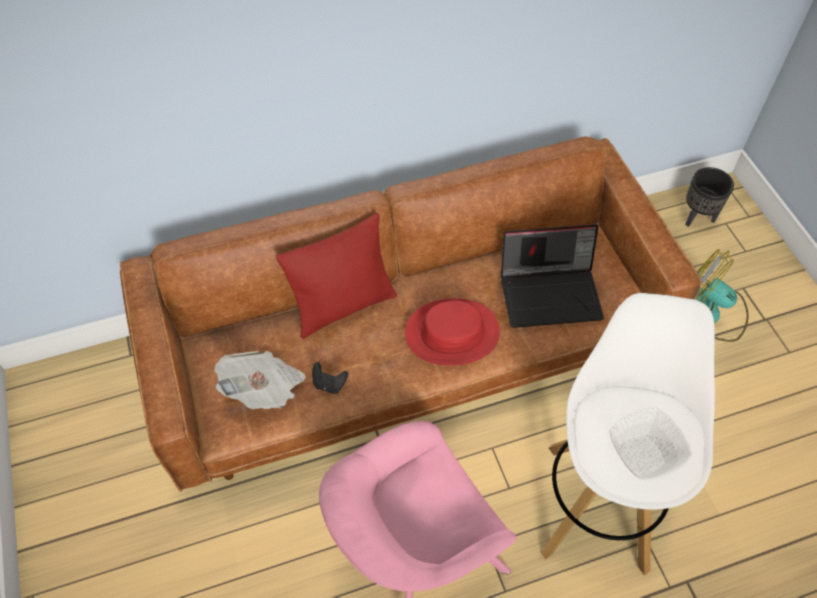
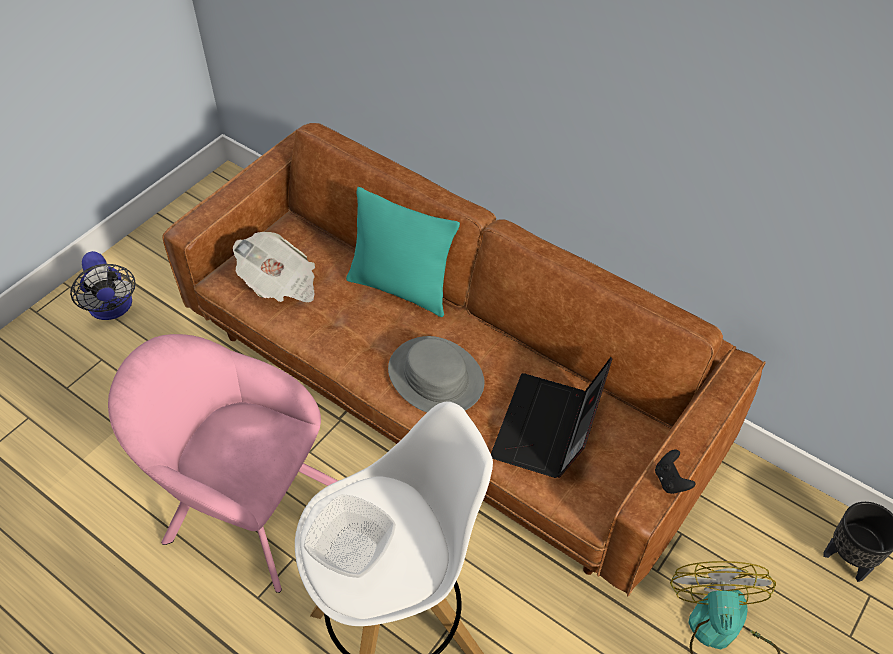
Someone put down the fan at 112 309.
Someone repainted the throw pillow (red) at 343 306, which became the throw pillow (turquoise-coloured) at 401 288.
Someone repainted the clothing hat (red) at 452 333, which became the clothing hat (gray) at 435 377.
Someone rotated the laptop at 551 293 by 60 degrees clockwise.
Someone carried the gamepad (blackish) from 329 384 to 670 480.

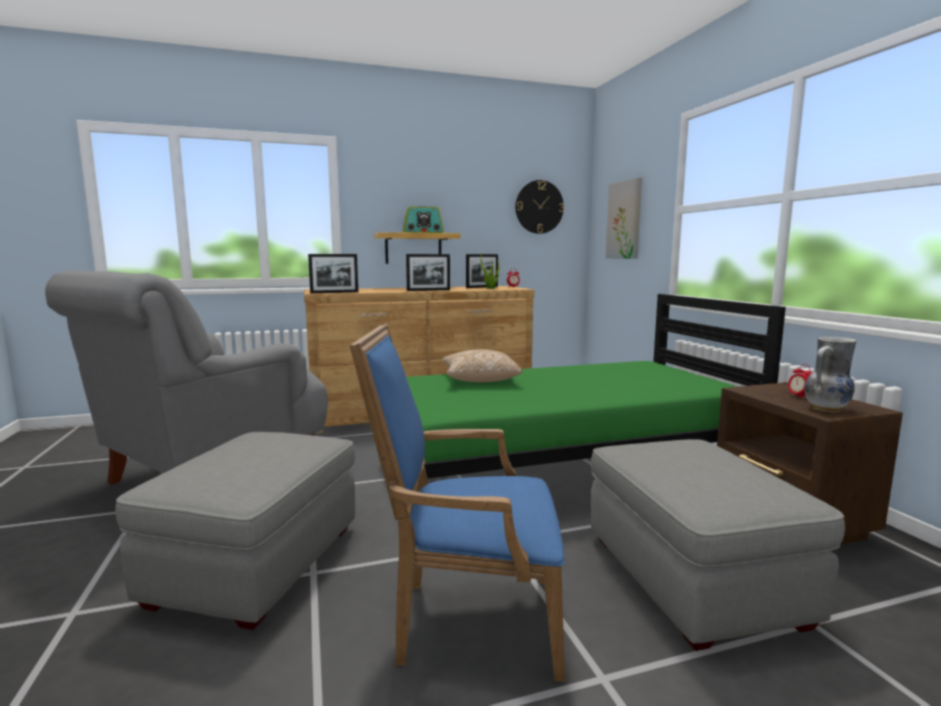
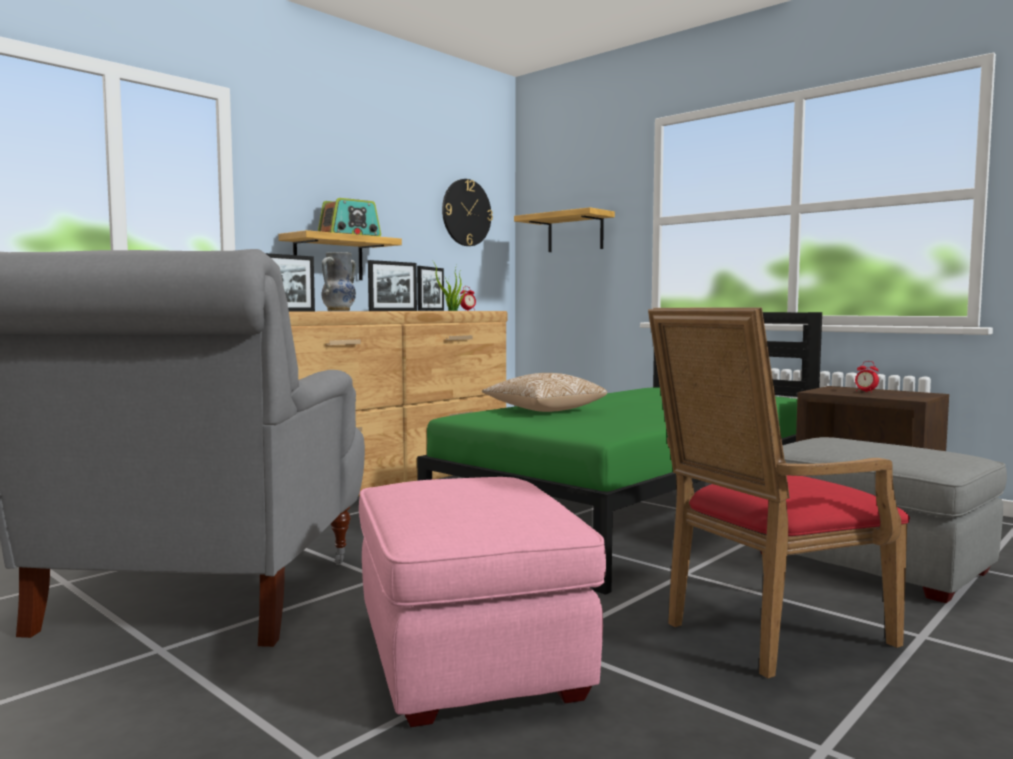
Someone carried the decorative vase from 827 409 to 339 311.
Someone repainted the pouffe (gray) at 259 563, which became the pouffe (pinkish) at 468 652.
Someone swapped the wall picture at 624 220 for the wall shelf at 575 233.
Someone repainted the easy chair (blue-coloured) at 466 621, which became the easy chair (red) at 765 634.

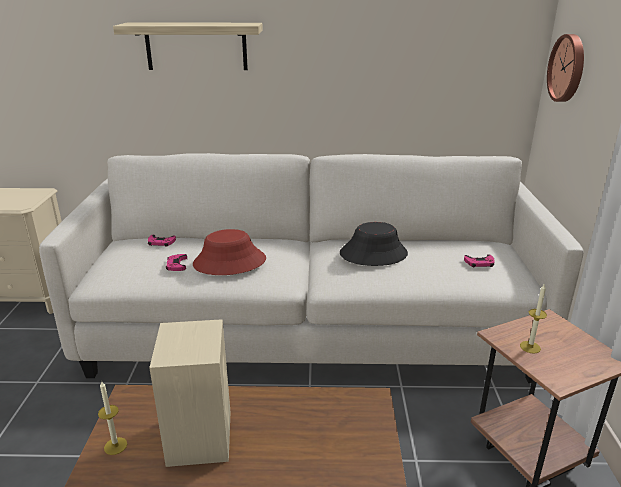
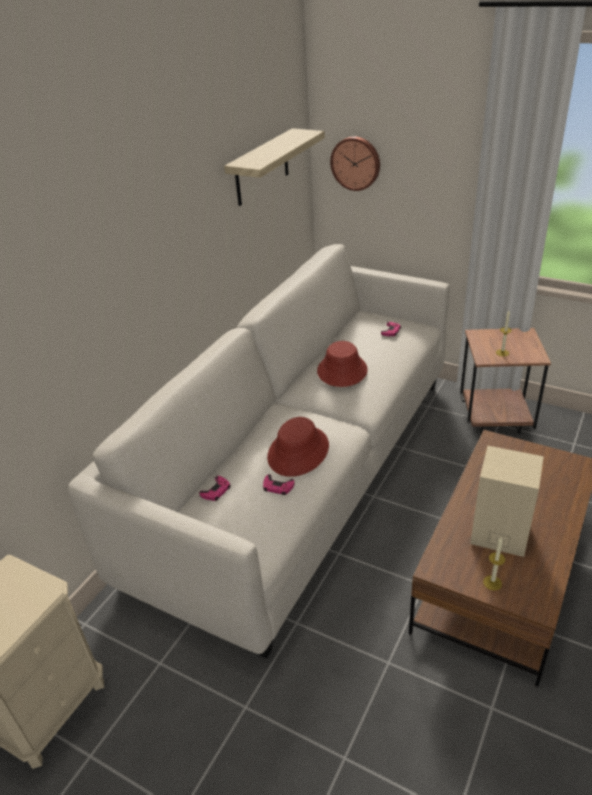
Someone carried the wall shelf from 196 46 to 262 167.
Someone repainted the clothing hat (blackish) at 373 254, which became the clothing hat (red) at 342 371.

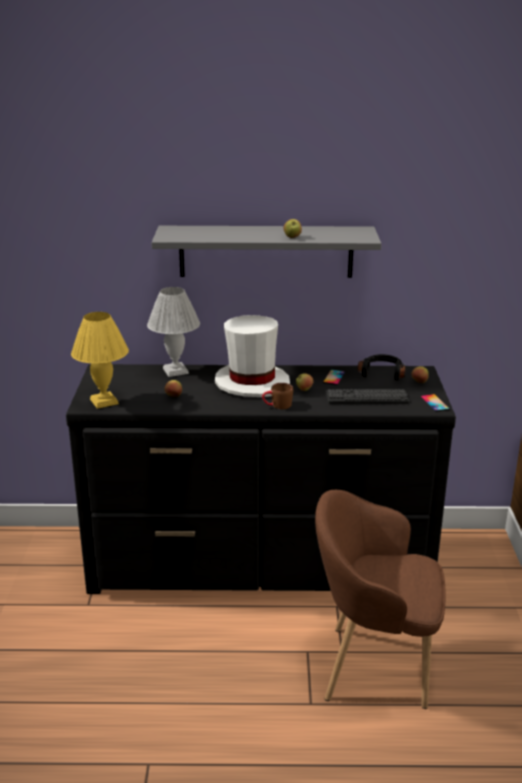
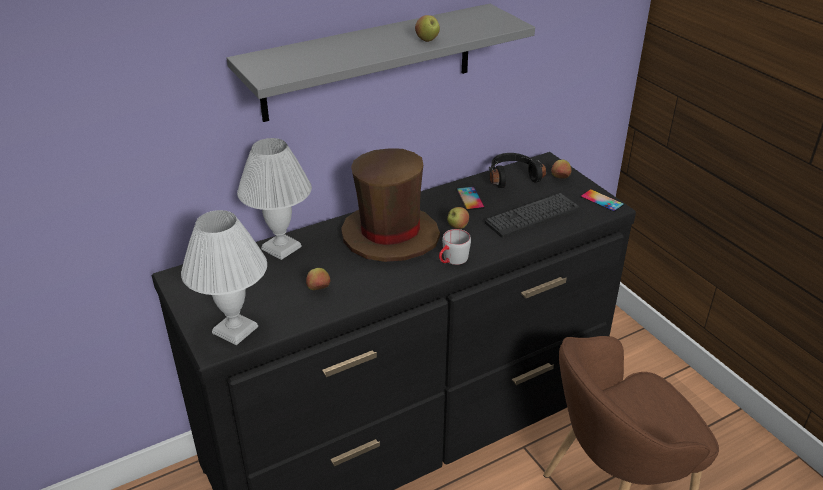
Someone repainted the lamp for a table (yellow-coloured) at 103 402, which became the lamp for a table (whitish) at 235 330.
Someone repainted the clothing hat (whitish) at 252 382, which became the clothing hat (brownish) at 390 235.
Someone repainted the mug (brownish) at 277 406, which became the mug (gray) at 452 260.

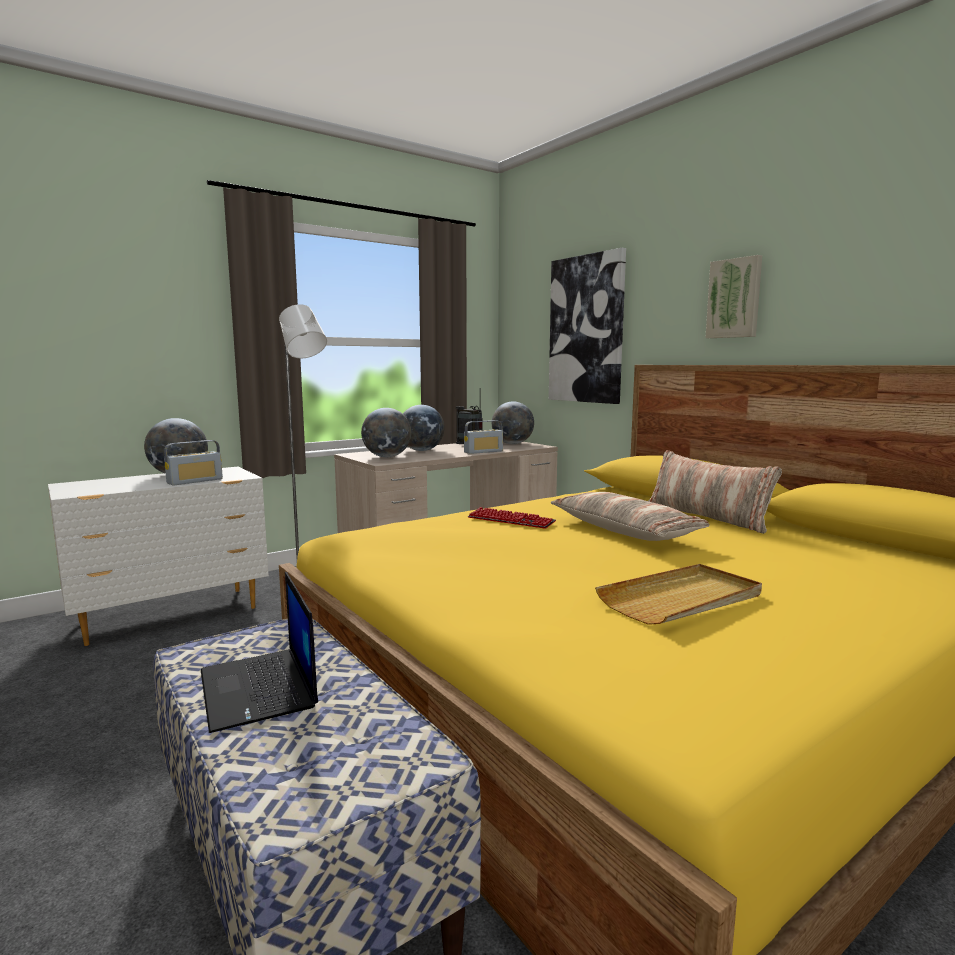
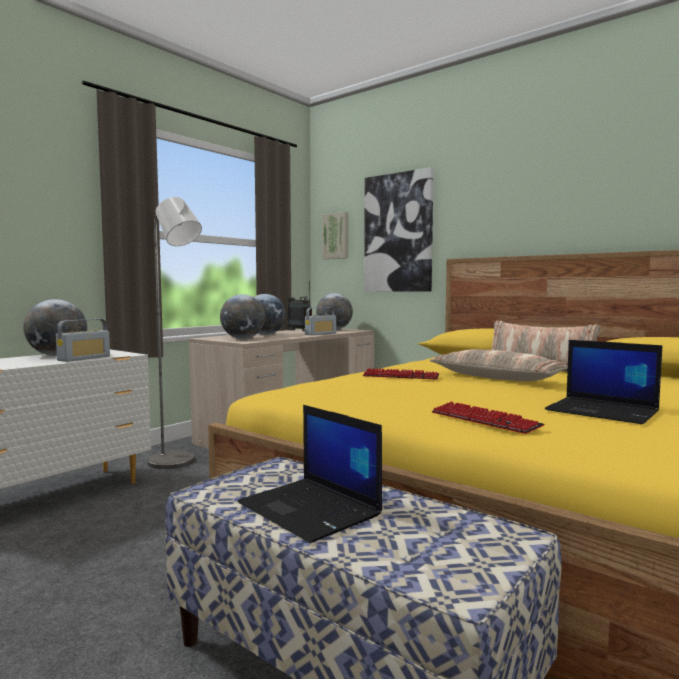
Someone carried the wall picture from 734 298 to 336 236.
Someone put down the keyboard at 484 420.
Someone swapped the serving tray (beige-coloured) at 682 599 for the laptop at 603 411.

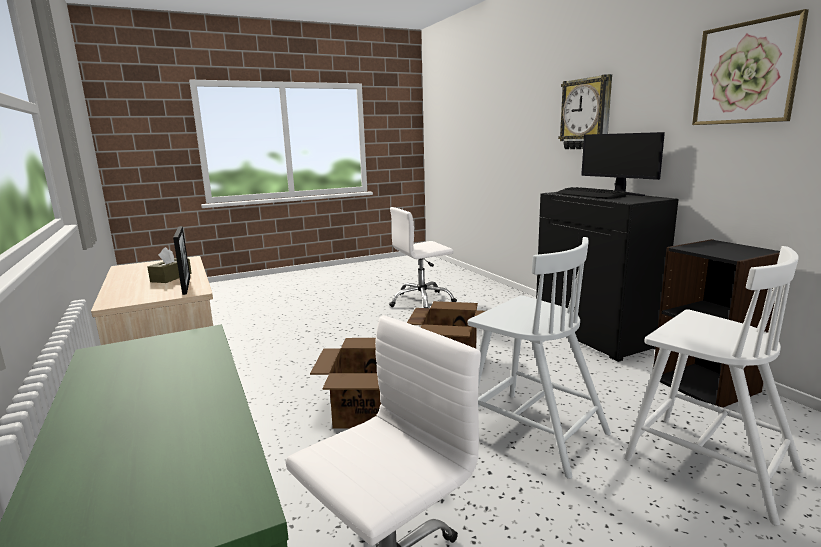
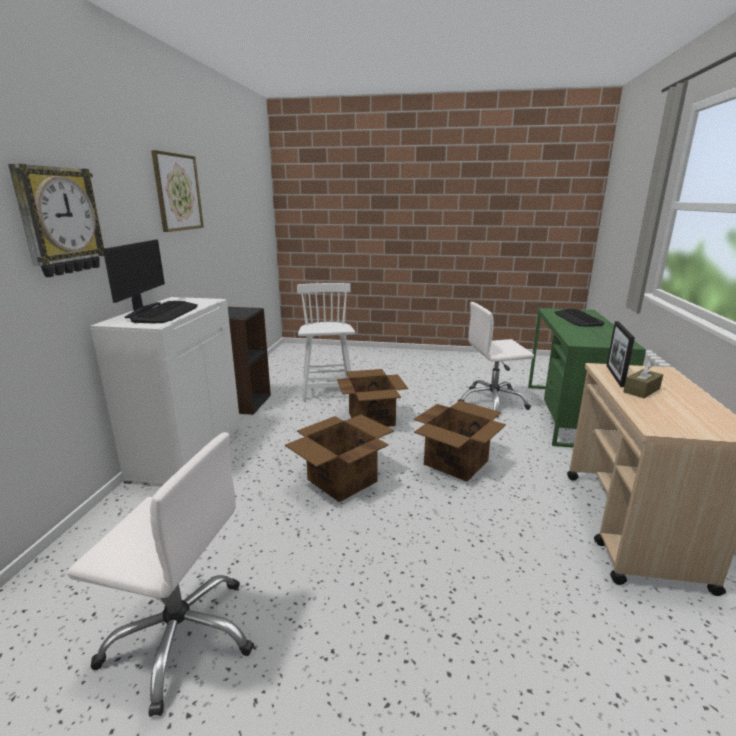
Someone repainted the cupboard (blackish) at 595 335, which became the cupboard (whitish) at 187 453.
Someone swapped the upright chair (whitish) at 532 431 for the carton at 371 418.
Someone put down the keyboard at 577 319.

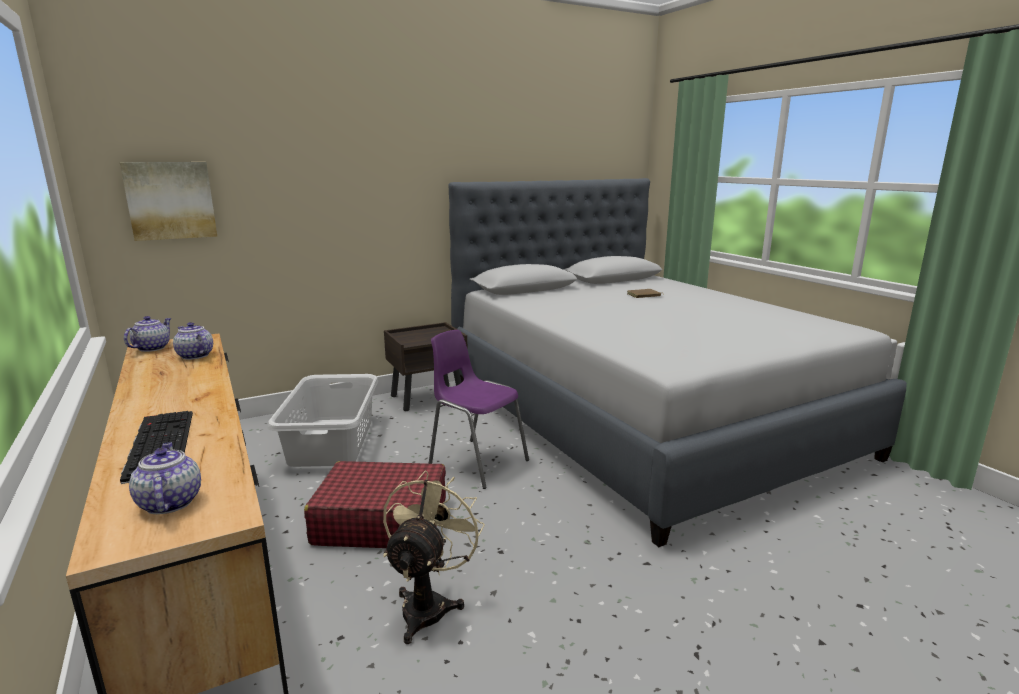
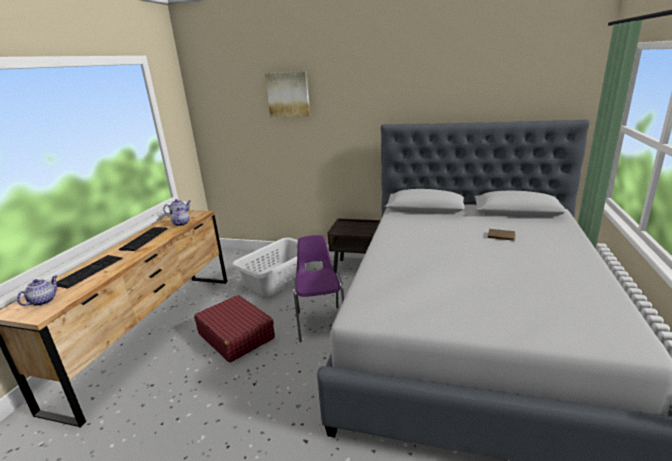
Someone put down the keyboard at 144 238.
Someone carried the wall picture from 170 200 to 288 94.
Someone took away the fan (beige-coloured) at 429 604.

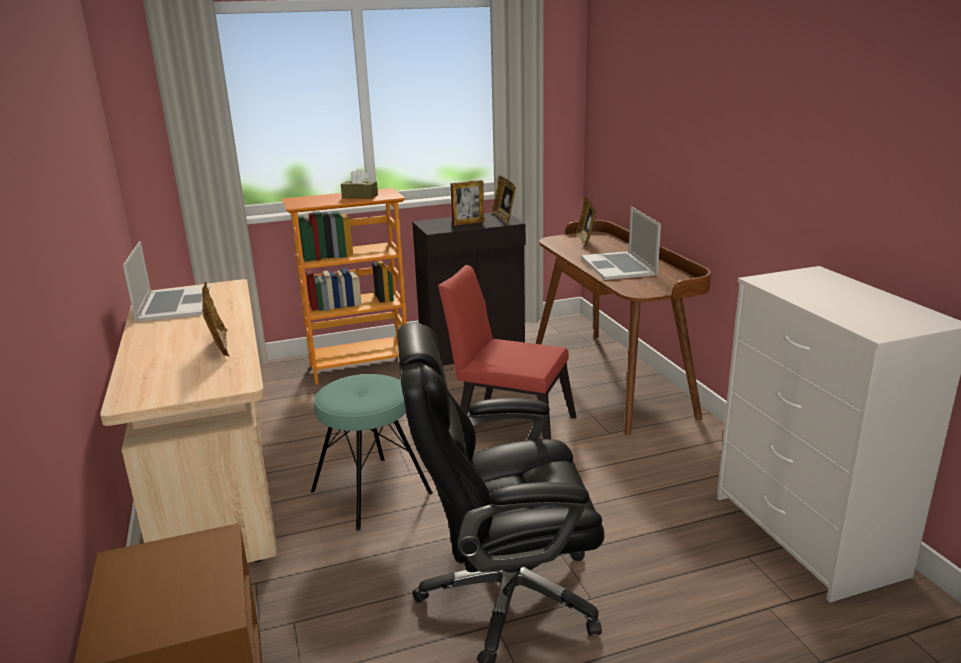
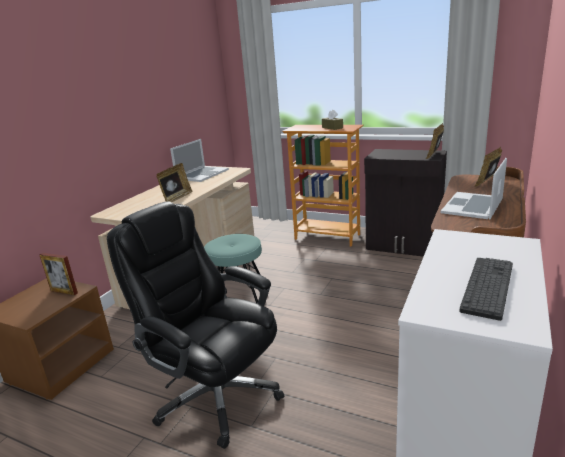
Someone carried the photo frame from 468 223 to 64 292.
Someone put down the keyboard at 487 287.
Someone took away the upright chair (red) at 507 427.

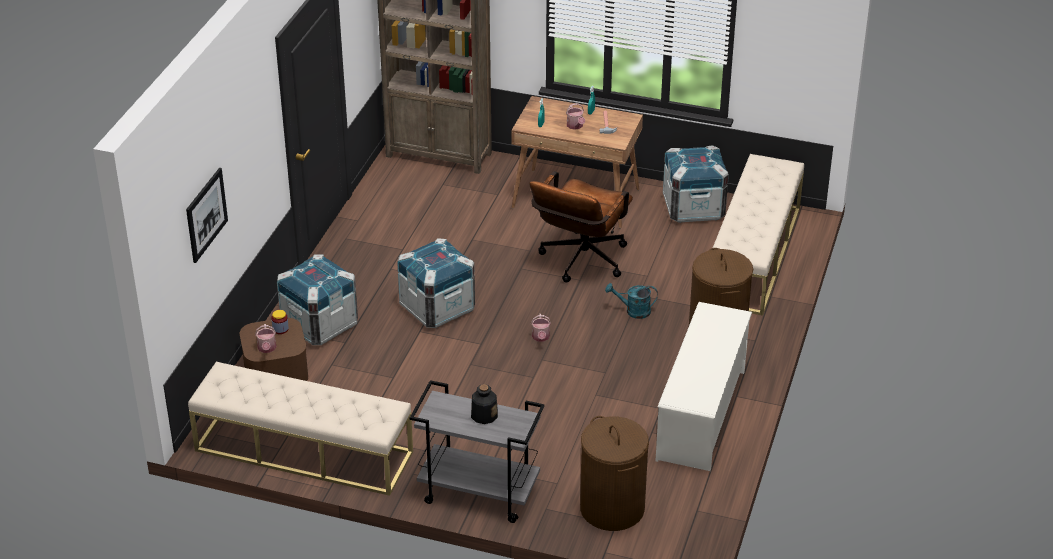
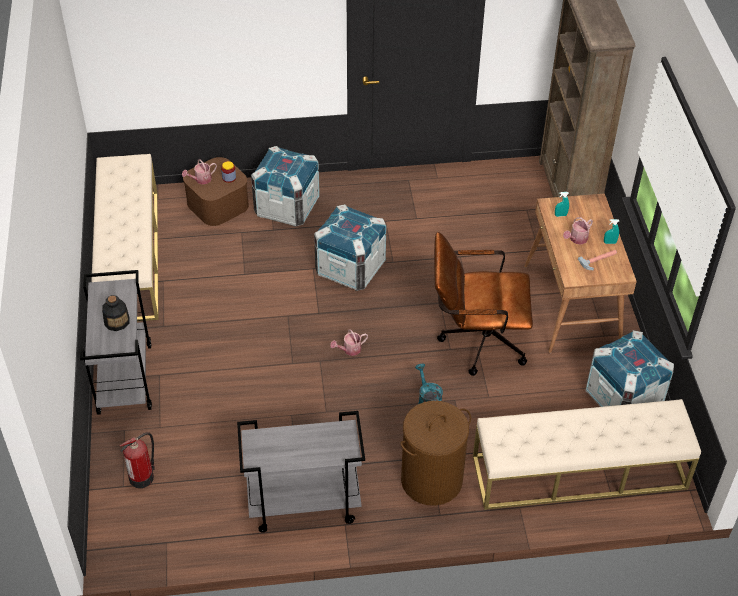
Someone swapped the hamper (brownish) at 611 508 for the fire-fighting cylinder at 142 476.
Someone swapped the shoe shelf (whitish) at 701 415 for the wheeled cart (gray) at 303 504.
Someone took away the wall picture at 206 214.

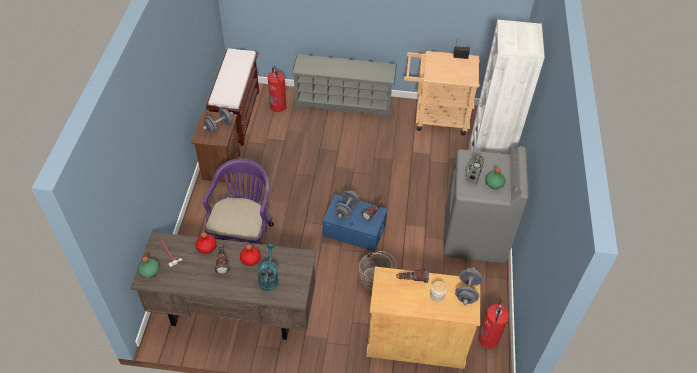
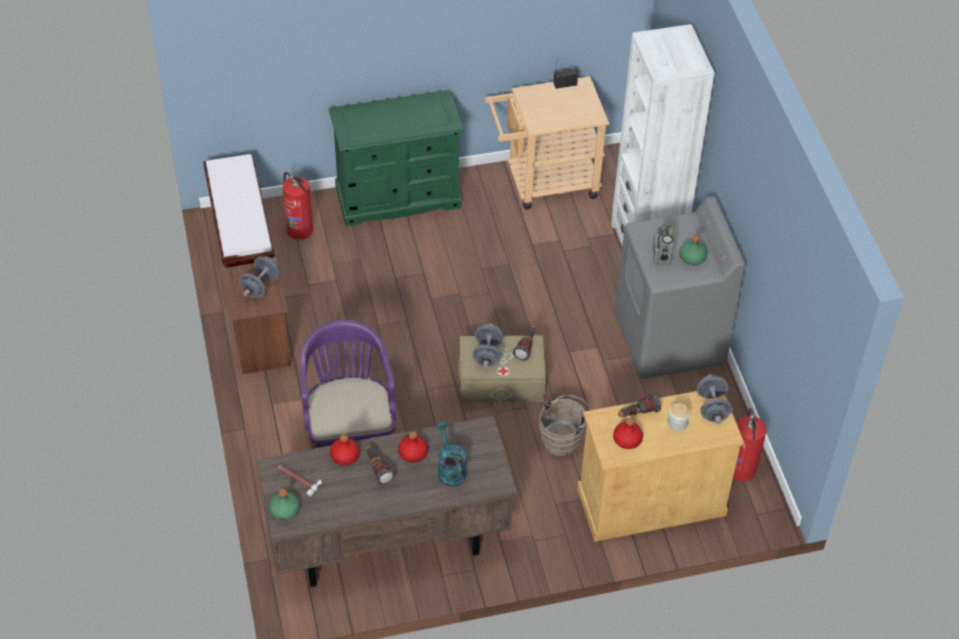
Someone swapped the shoe shelf (gray) at 344 103 for the dresser (greenish) at 398 197.
Someone repainted the storage container (blue-coloured) at 354 230, which became the storage container (beige-coloured) at 501 380.
Someone put down the drink bottle (red) at 627 440.

